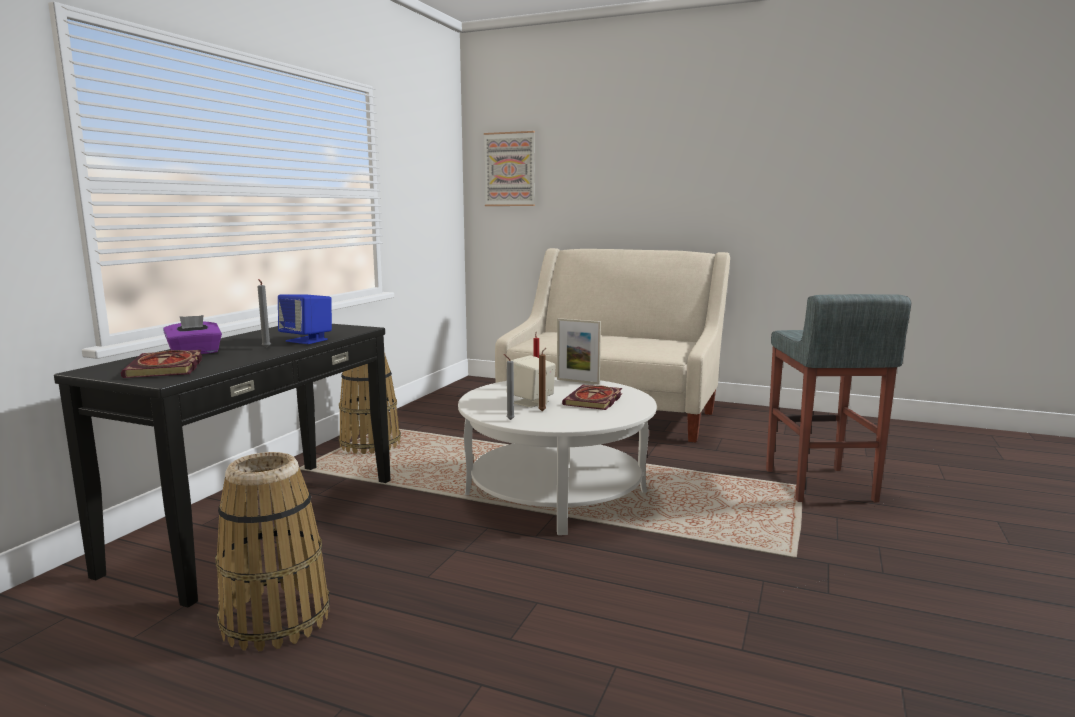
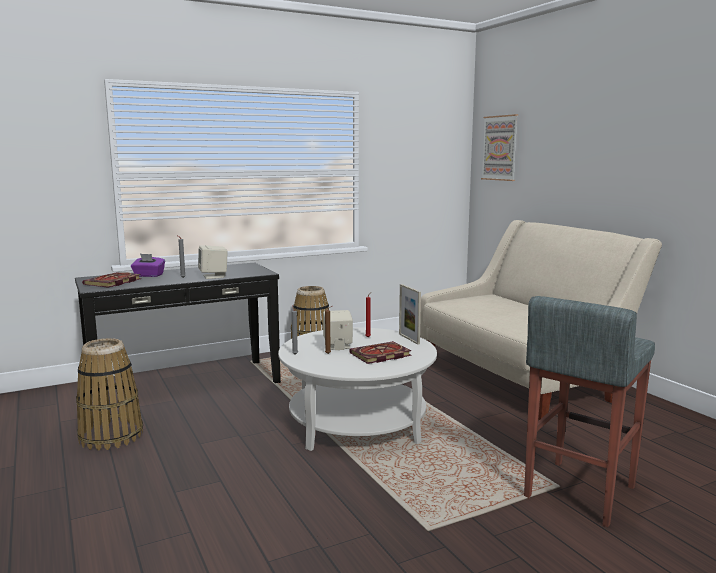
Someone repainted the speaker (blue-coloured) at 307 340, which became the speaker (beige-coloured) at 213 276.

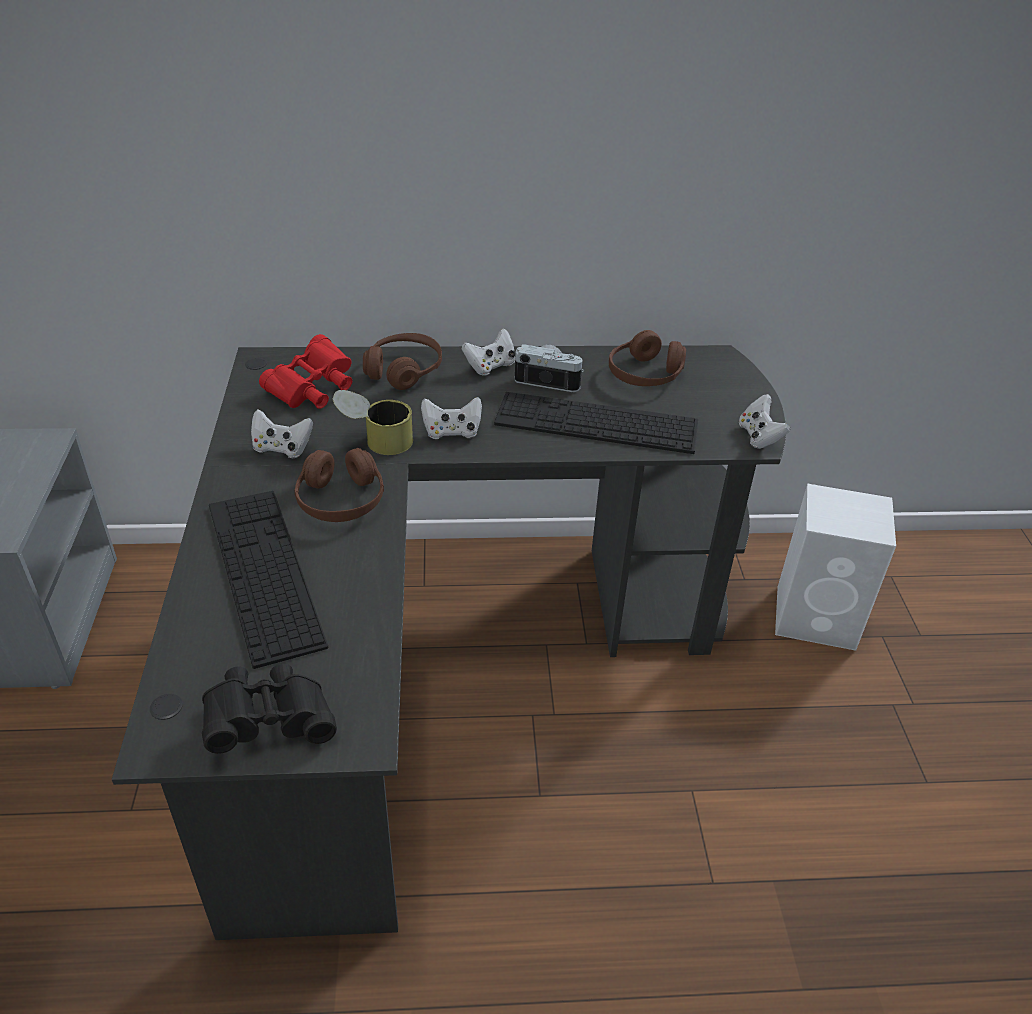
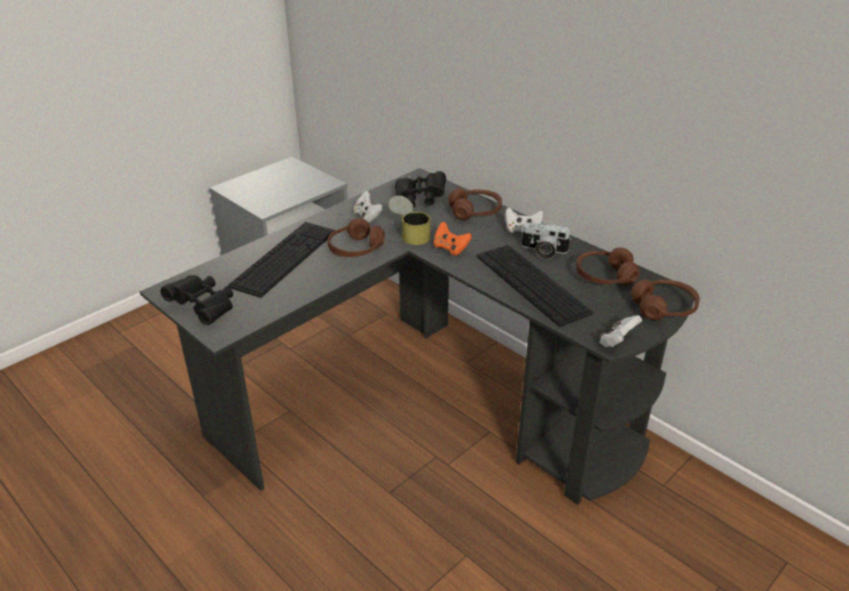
Someone repainted the field glasses (red) at 313 390, which became the field glasses (blackish) at 419 200.
Someone repainted the gamepad (whitish) at 452 432, which became the gamepad (orange) at 450 249.
Someone rotated the photo camera at 549 379 by 135 degrees clockwise.
Someone put down the headphones (brownish) at 664 308.
Someone took away the speaker (whitish) at 818 618.

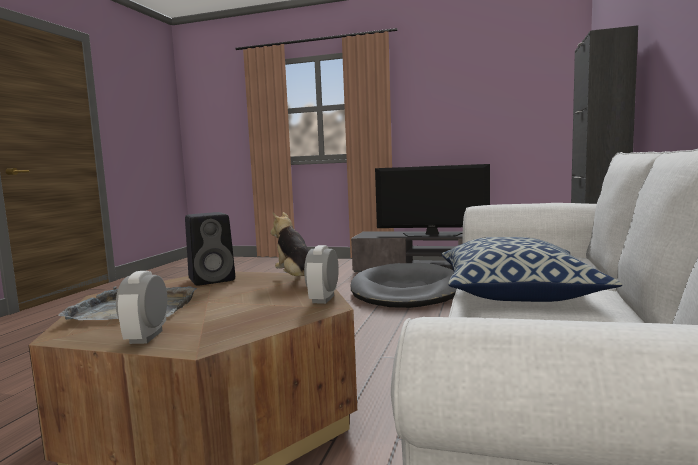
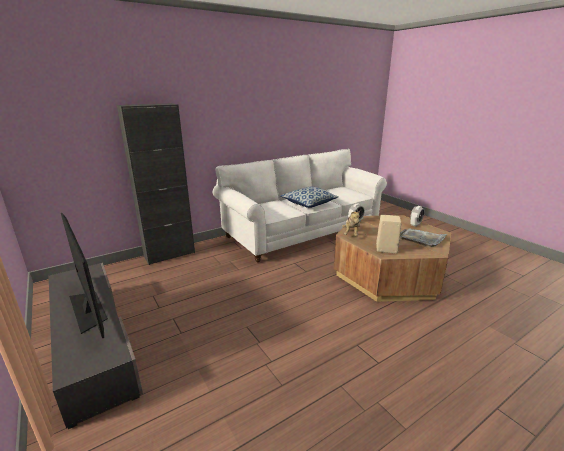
Someone repainted the speaker (blackish) at 213 279, which became the speaker (beige-coloured) at 385 249.
Someone took away the pet bed (gray) at 406 291.

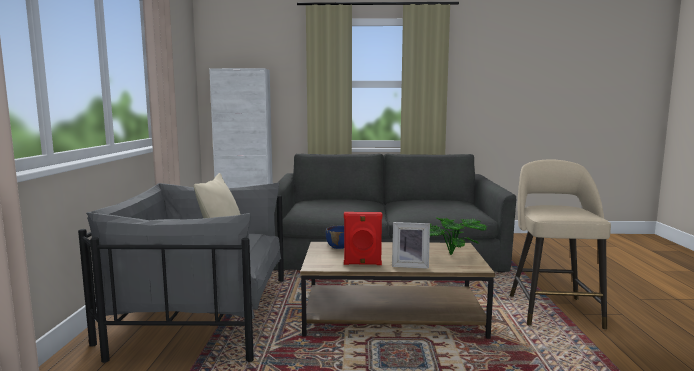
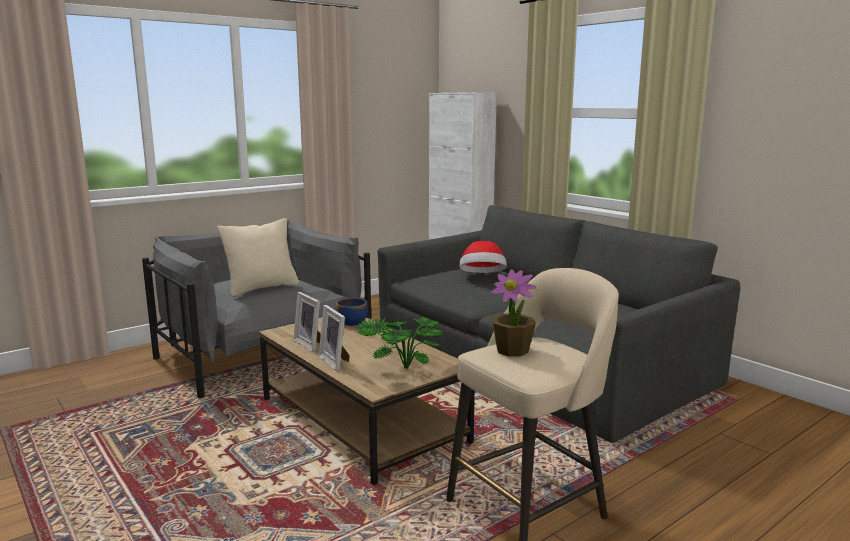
Someone swapped the speaker (red) at 362 264 for the photo frame at 311 344.
Someone put down the clothing hat at 482 277.
Someone put down the houseplant at 512 350.

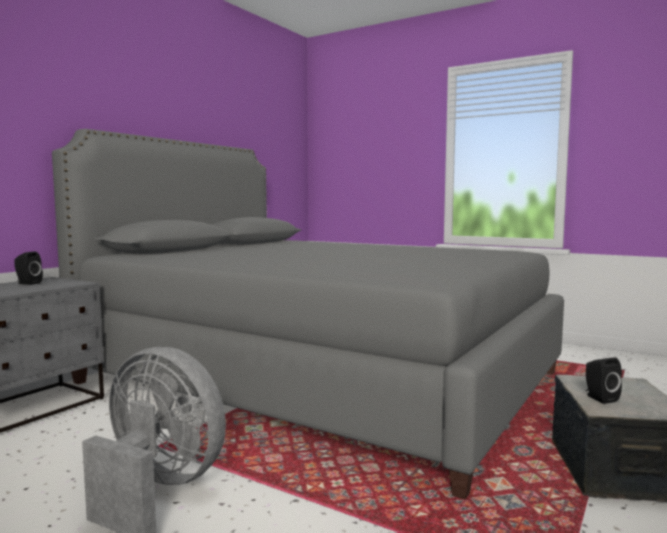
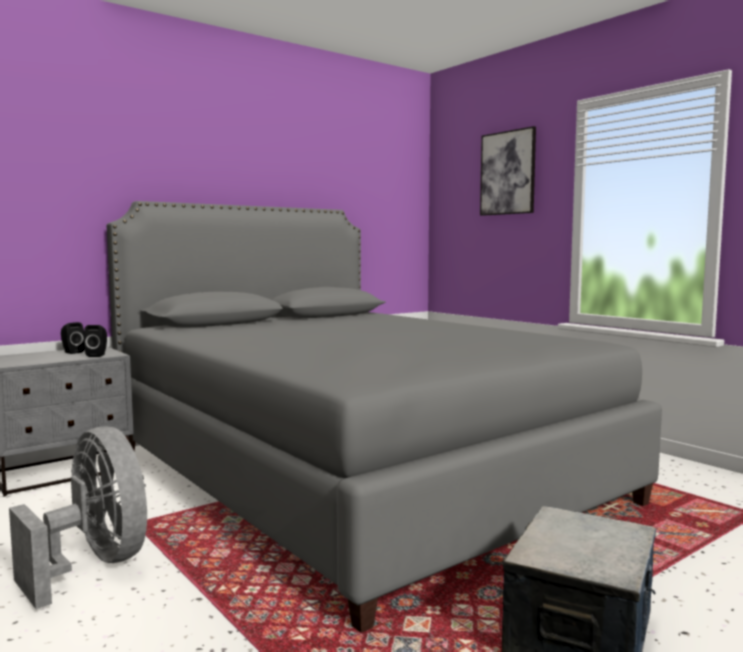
Someone carried the speaker (blackish) from 599 398 to 97 355.
Someone put up the wall picture at 508 173.

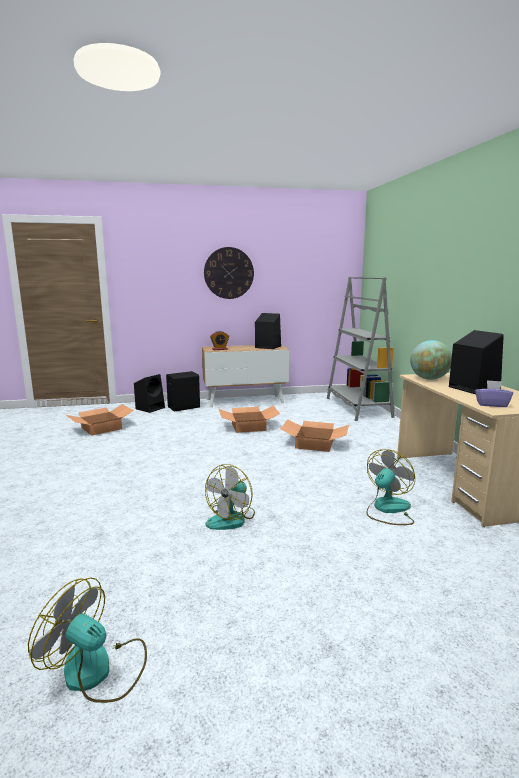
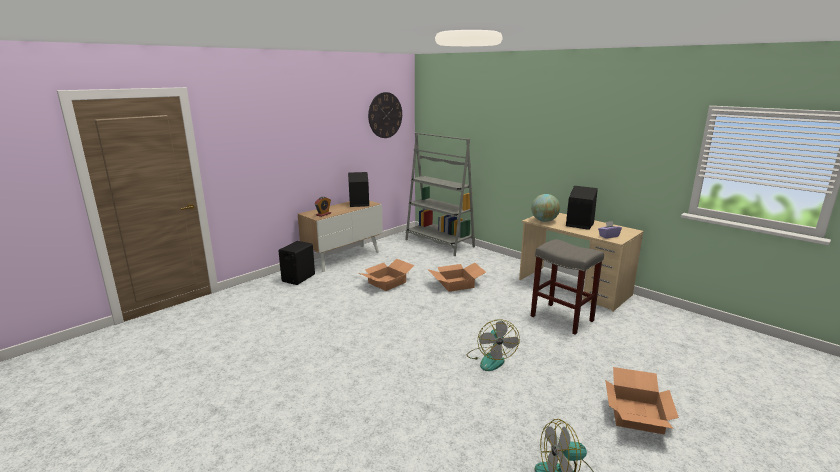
Someone carried the wall clock from 229 273 to 385 115.
Someone swapped the fan at 387 510 for the sitting stool (gray) at 561 318.
Someone carried the carton from 101 428 to 635 414.
Someone took away the speaker (blackish) at 150 408.

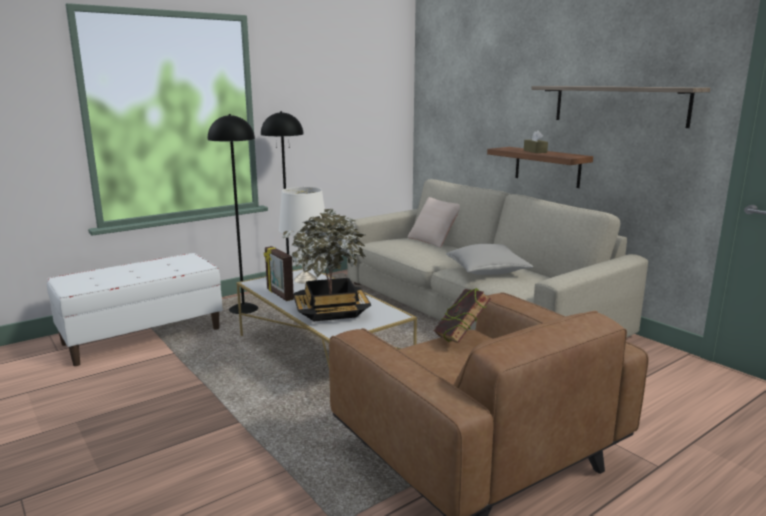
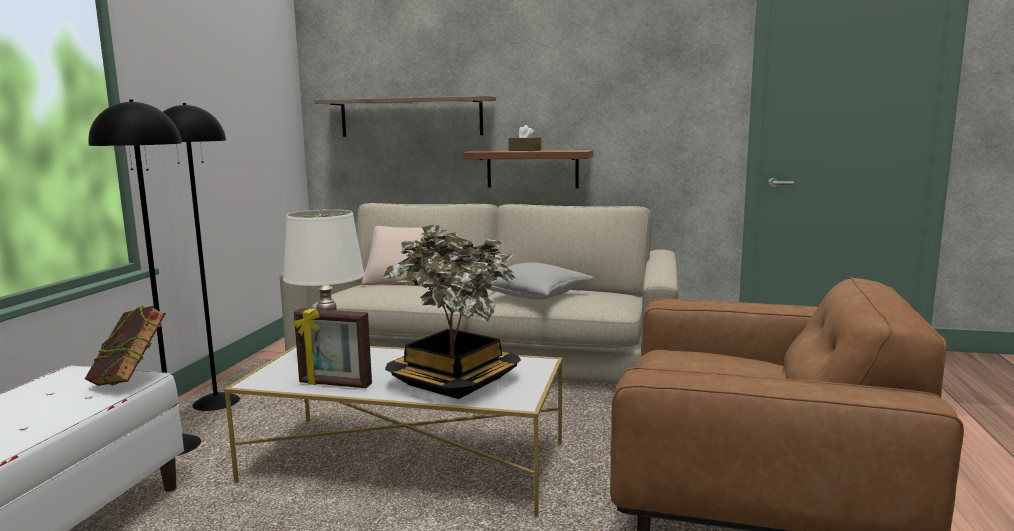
Someone carried the volume from 460 340 to 130 381.
Someone carried the wall shelf from 619 105 to 411 117.

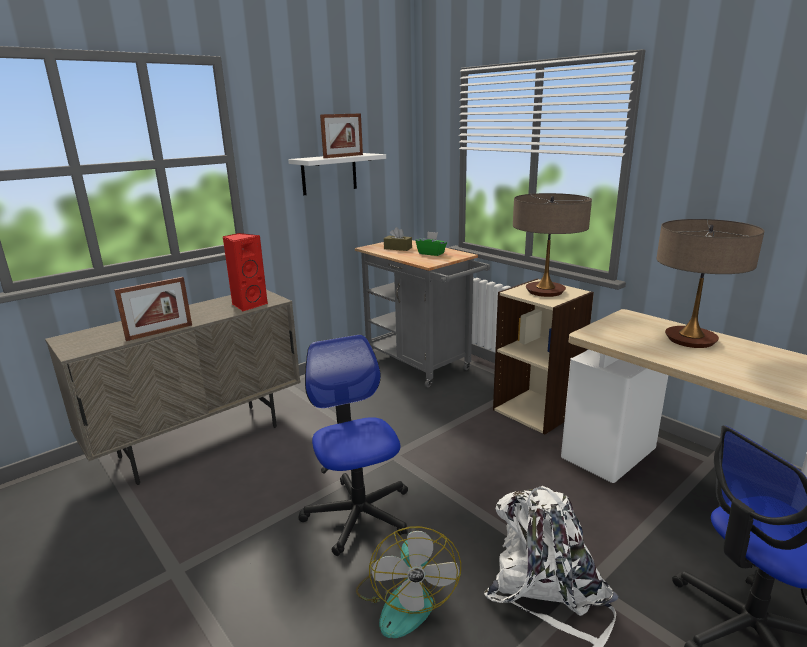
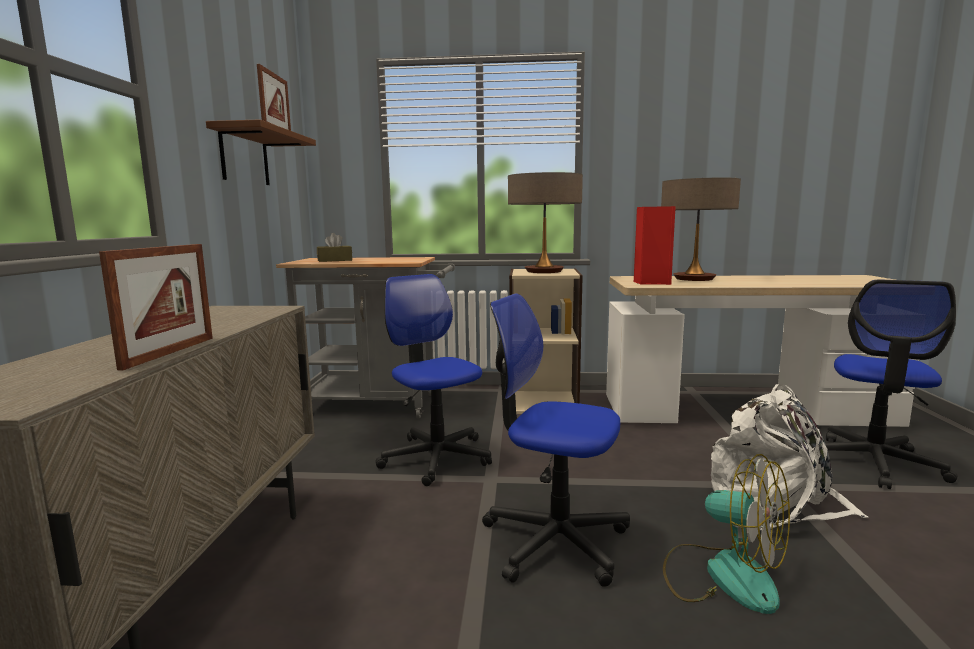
Someone repainted the wall shelf (whitish) at 329 174, which became the wall shelf (brownish) at 244 157.
Someone put down the office chair at 436 458.
Someone carried the speaker (red) from 248 305 to 651 283.
Someone took away the box of tissues (greenish) at 431 253.

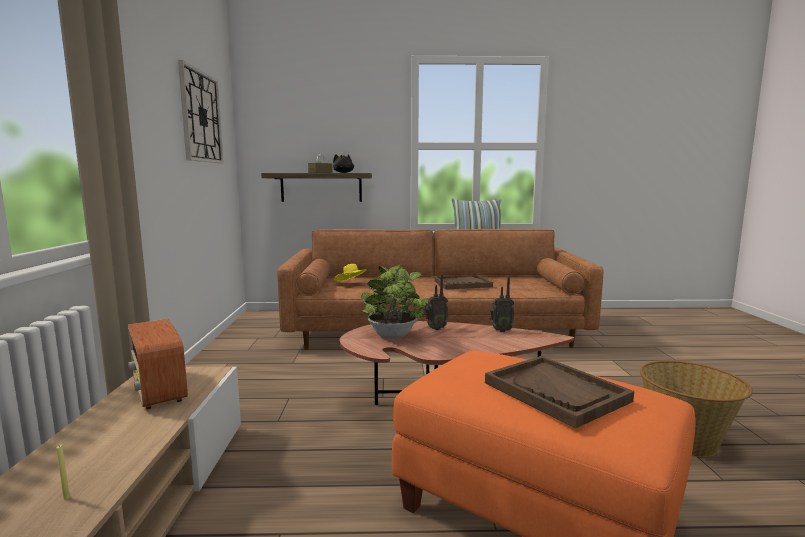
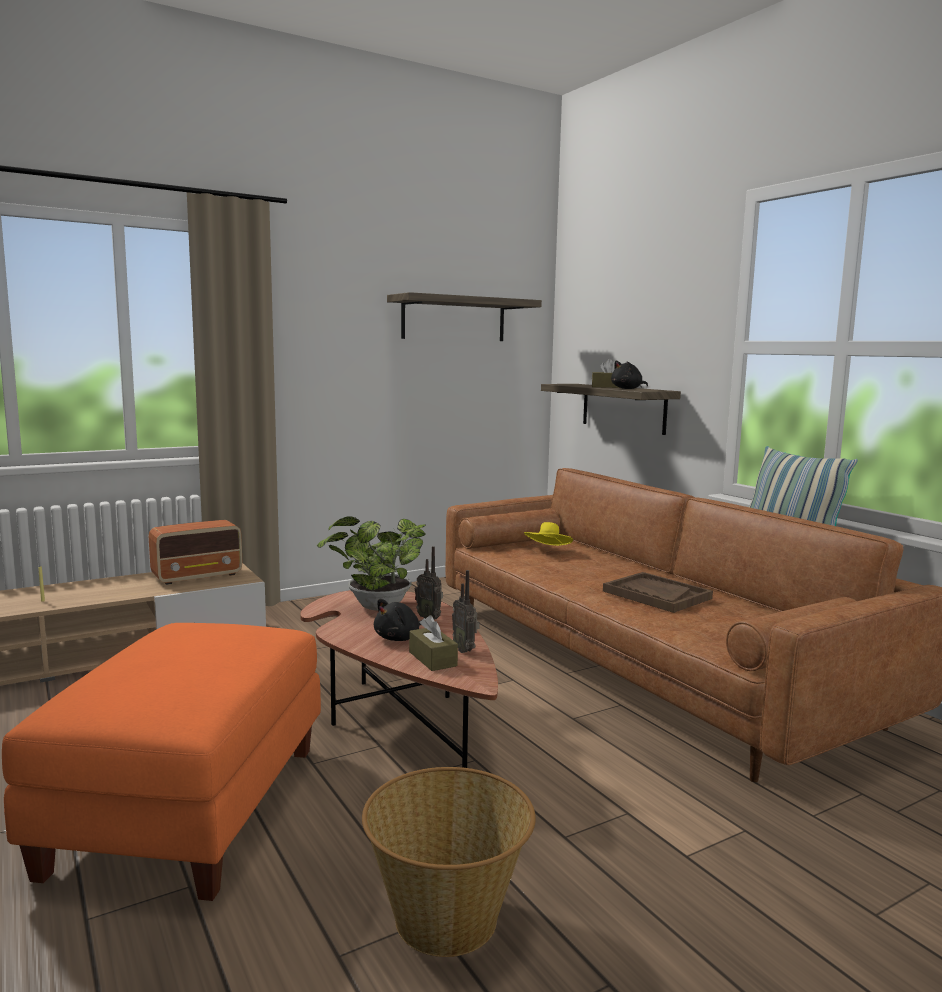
Someone rotated the radio receiver at 159 390 by 150 degrees counterclockwise.
Someone put down the plush toy (blackish) at 399 638.
Someone swapped the wall clock at 201 117 for the wall shelf at 454 319.
Someone put down the box of tissues (brownish) at 432 659.
Someone took away the serving tray (brownish) at 556 392.

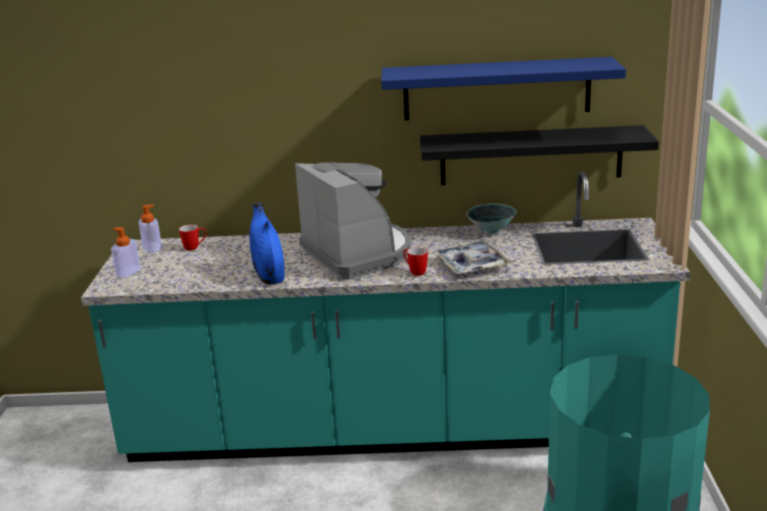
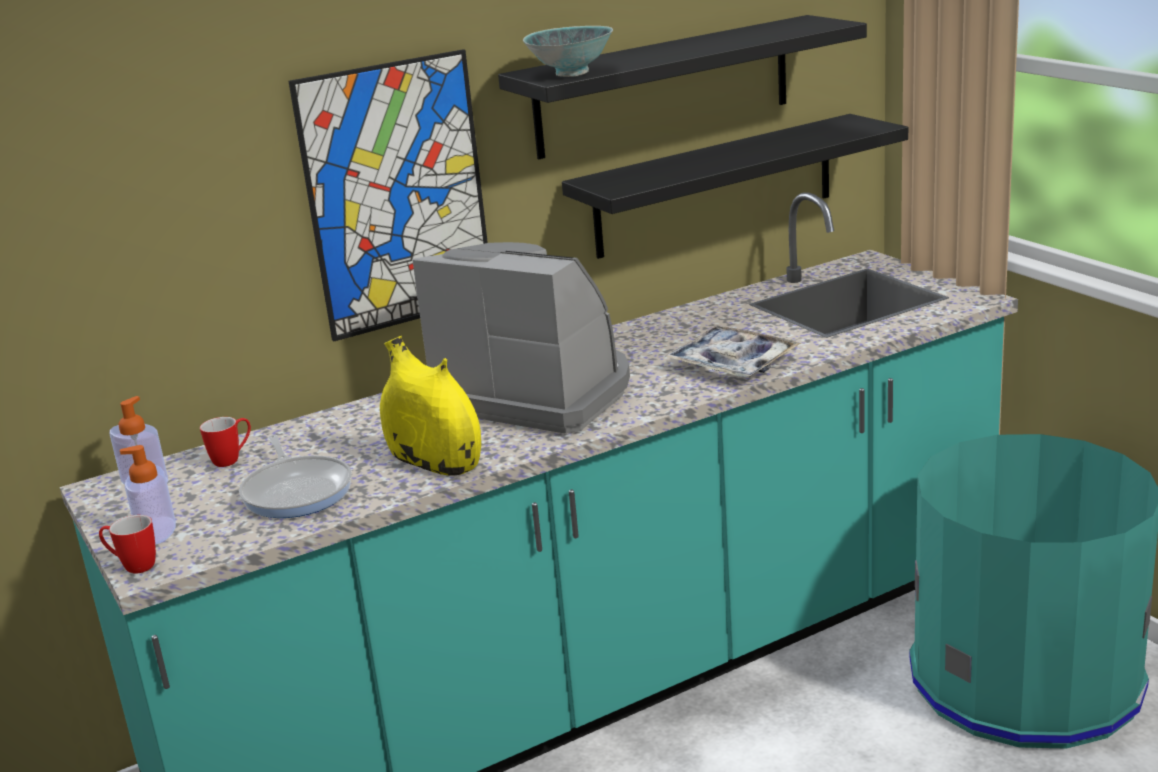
Someone carried the mug from 415 272 to 133 566.
Someone put down the frying pan at 297 491.
Someone put up the wall picture at 396 196.
Someone repainted the decorative vase (blue-coloured) at 268 274, which became the decorative vase (yellow-coloured) at 434 462.
Someone repainted the wall shelf (blue-coloured) at 496 89, which became the wall shelf (blackish) at 664 86.
Someone carried the bowl from 492 231 to 571 73.

